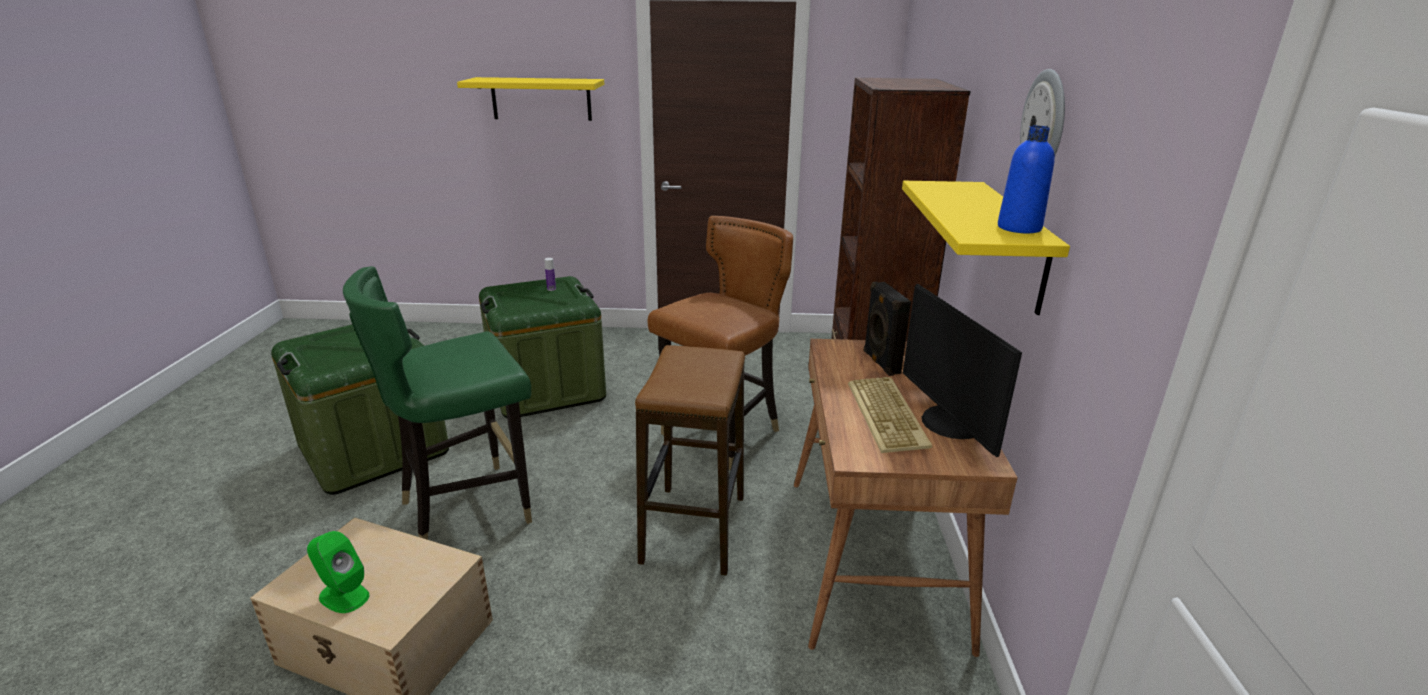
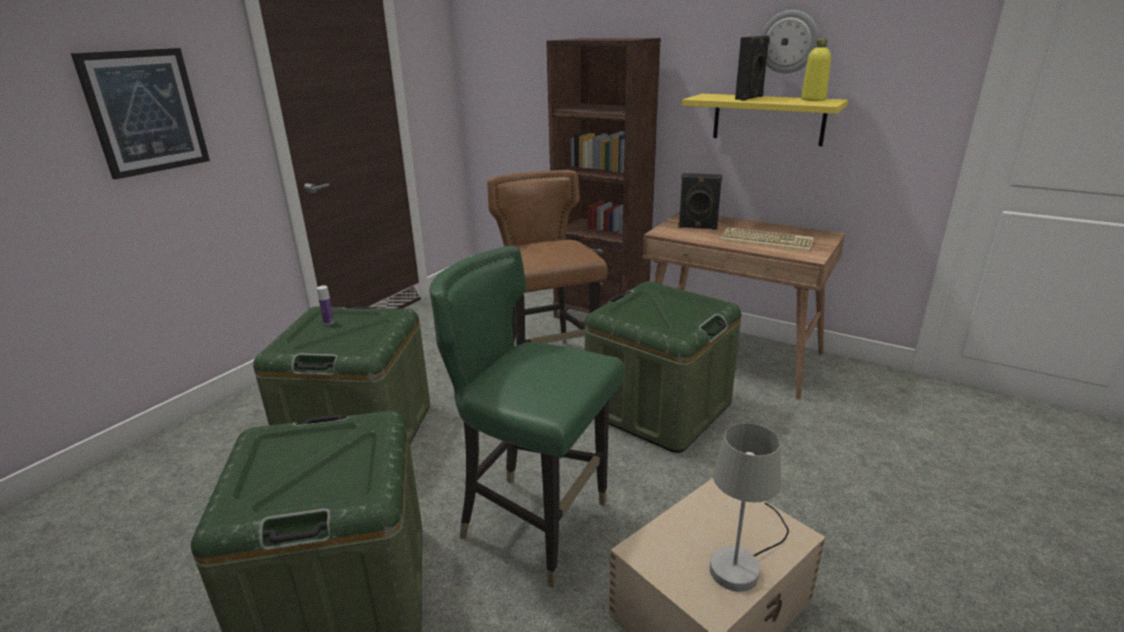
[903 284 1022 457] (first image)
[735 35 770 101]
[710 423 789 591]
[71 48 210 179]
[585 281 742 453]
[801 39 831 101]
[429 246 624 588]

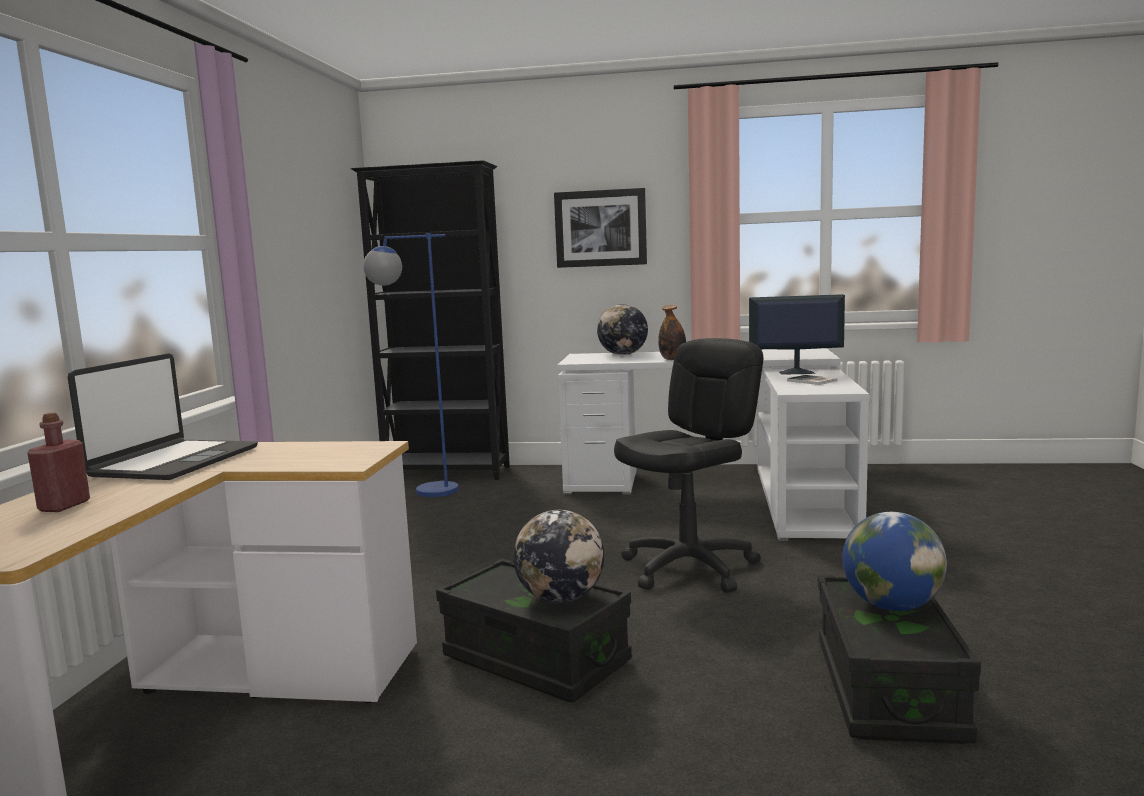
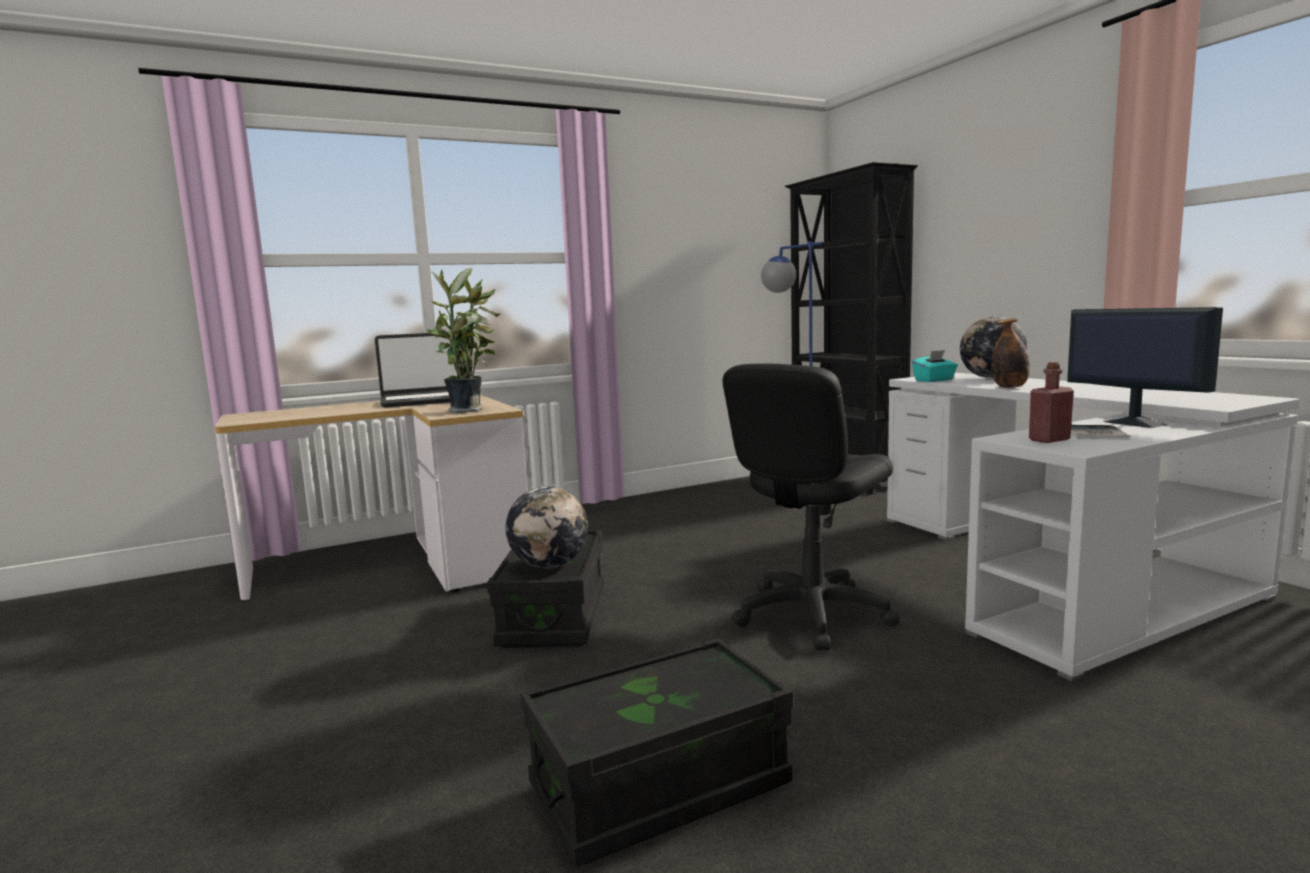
[554 188 647 268] (first image)
[842 512 947 611] (first image)
[426 268 500 413]
[912 350 958 382]
[1029 362 1074 443]
[723 363 900 650]

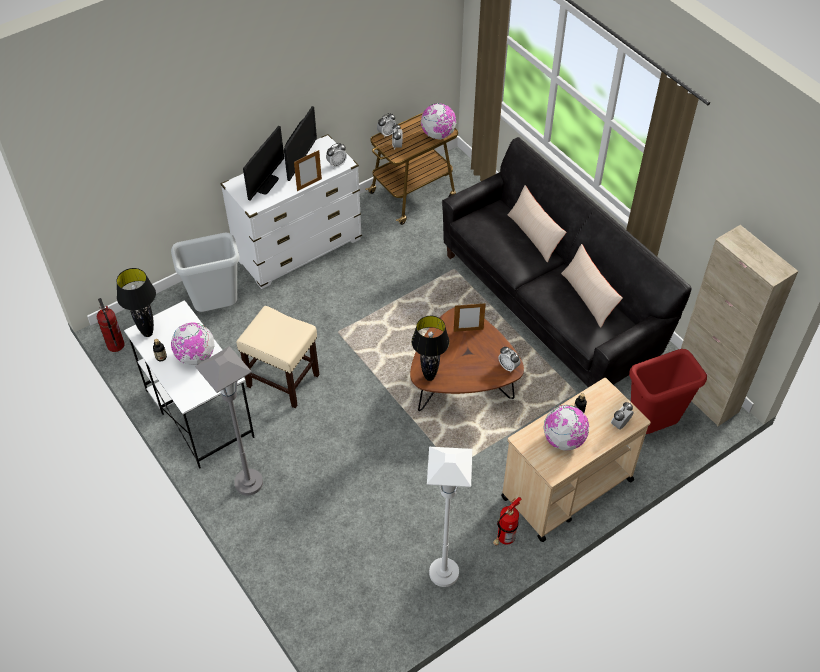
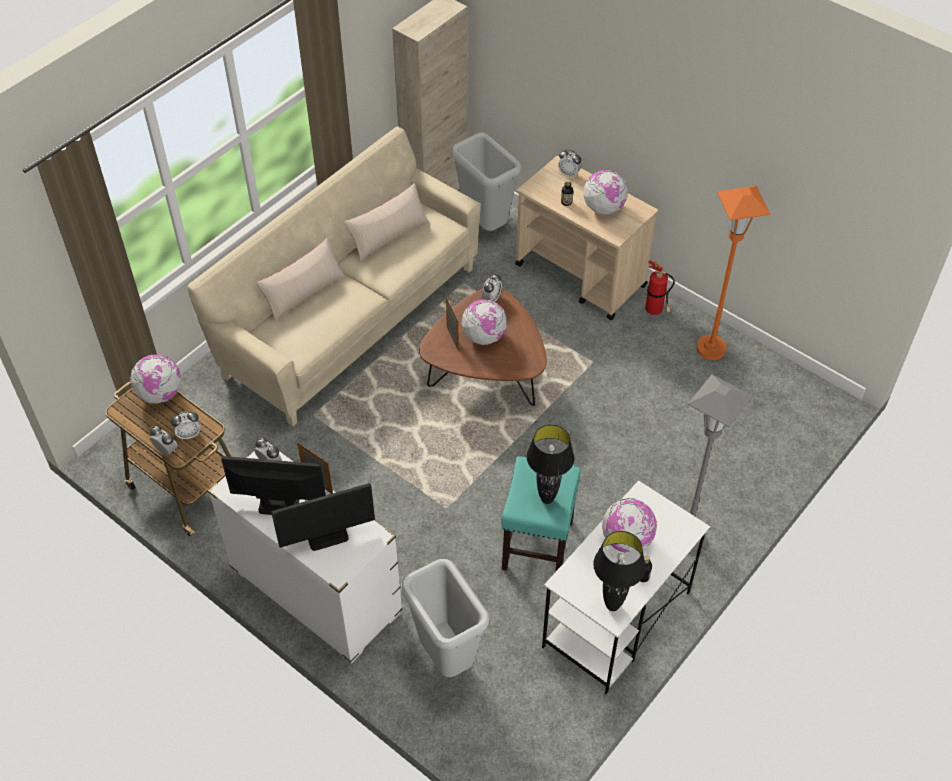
[97 298 125 352] (first image)
[461 299 506 345]
[527 425 574 504]
[501 456 581 572]
[696 186 770 360]
[188 127 481 426]
[451 132 521 231]
[271 483 375 551]

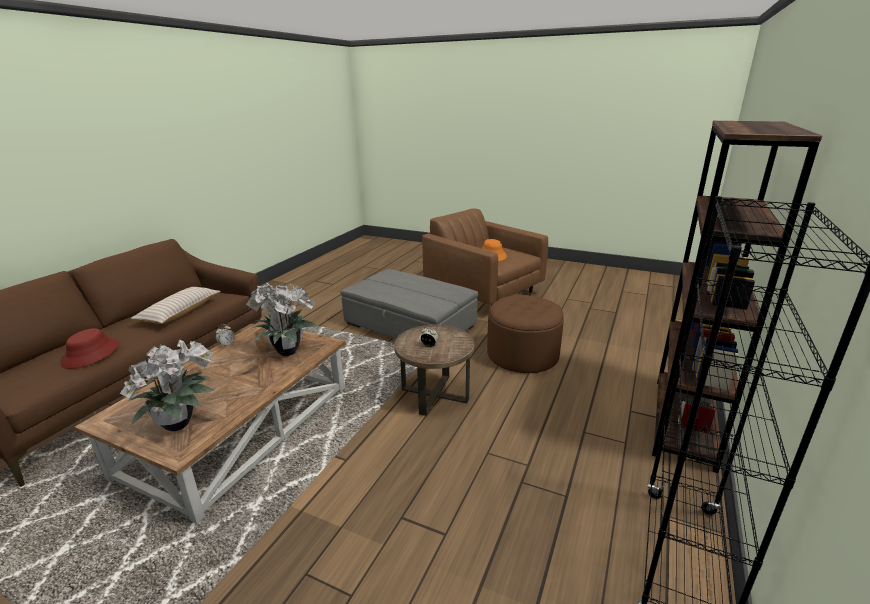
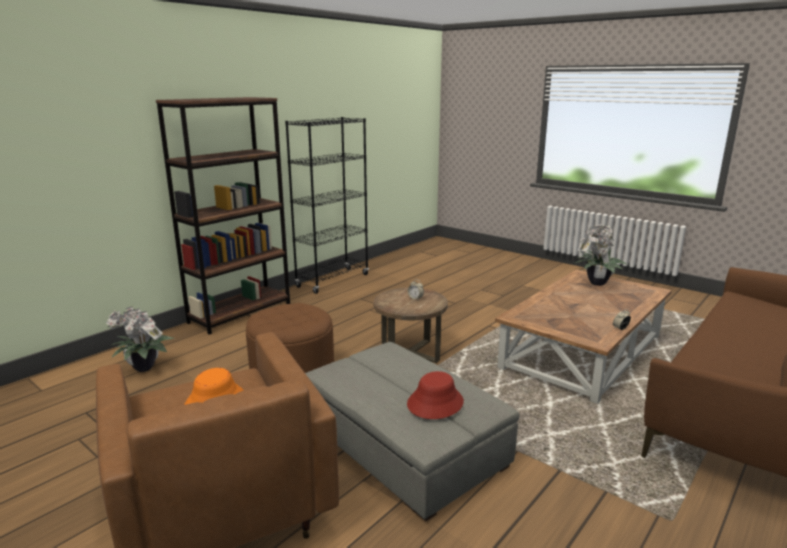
[130 287 221 324] (first image)
[407 371 464 419]
[106 306 173 372]

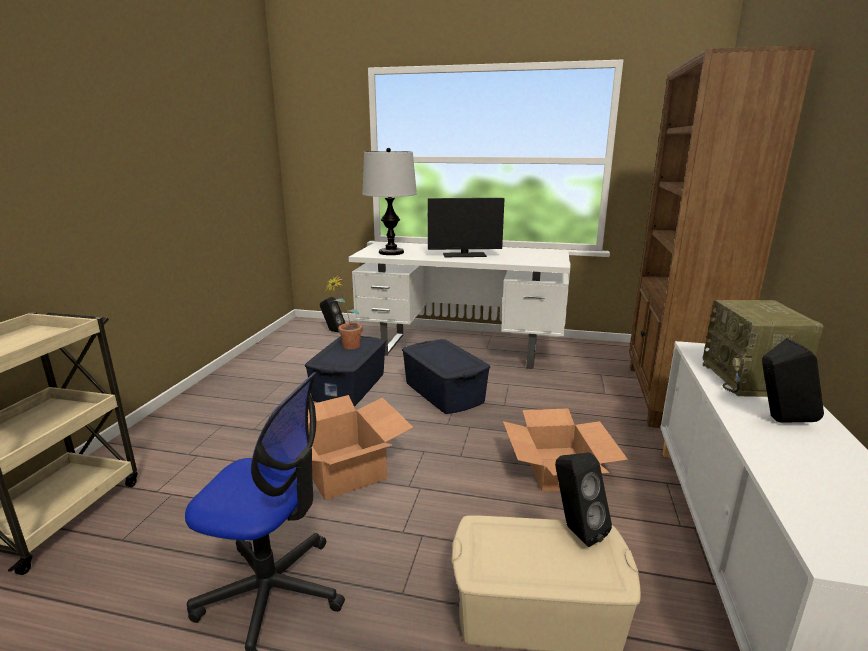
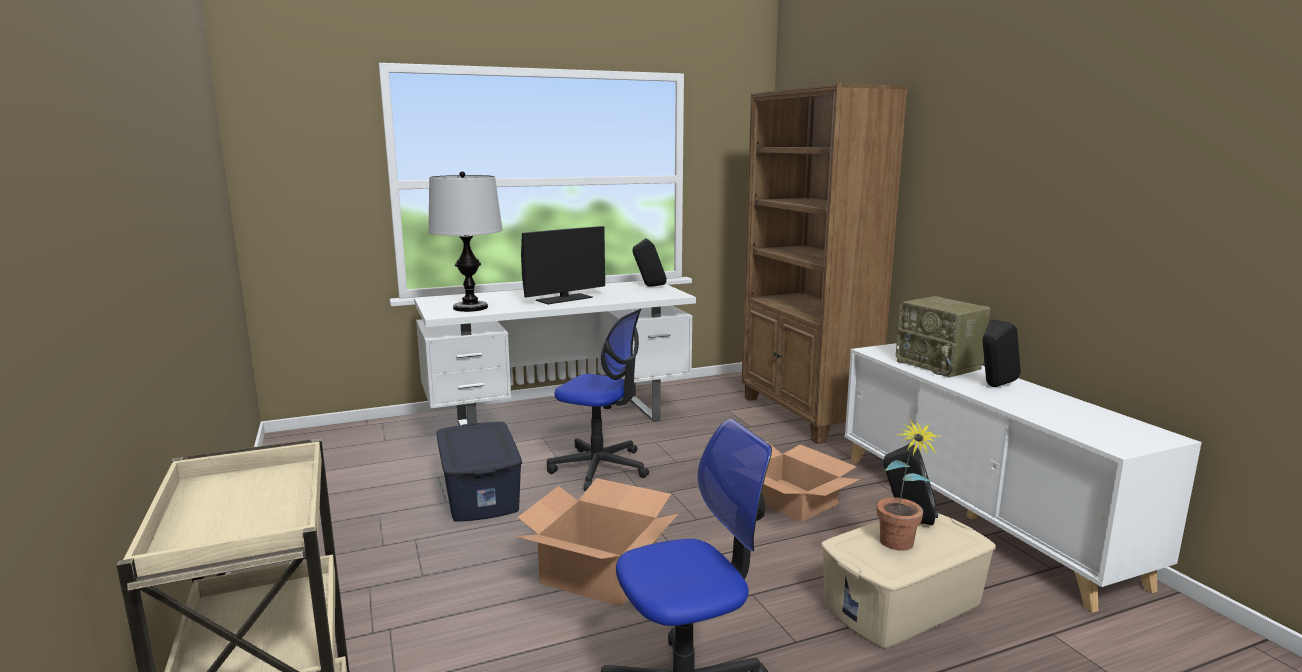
[632 238 667 287]
[877 419 940 551]
[547 309 649 491]

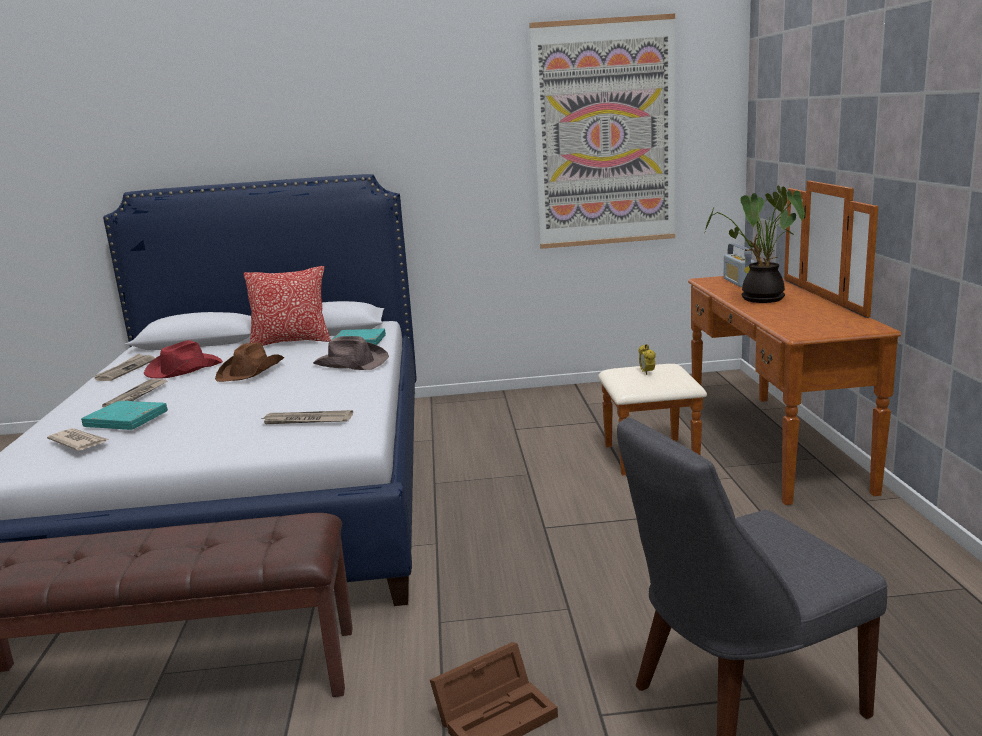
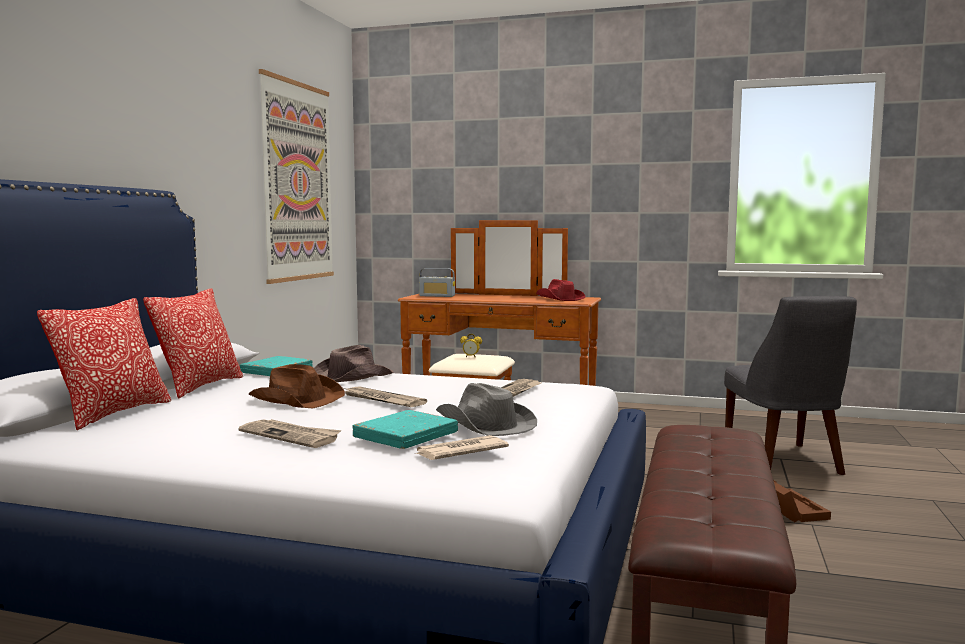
[705 185 805 303] (first image)
[37 298 171 430]
[436 383 537 436]
[344 386 427 407]
[536 279 585 301]

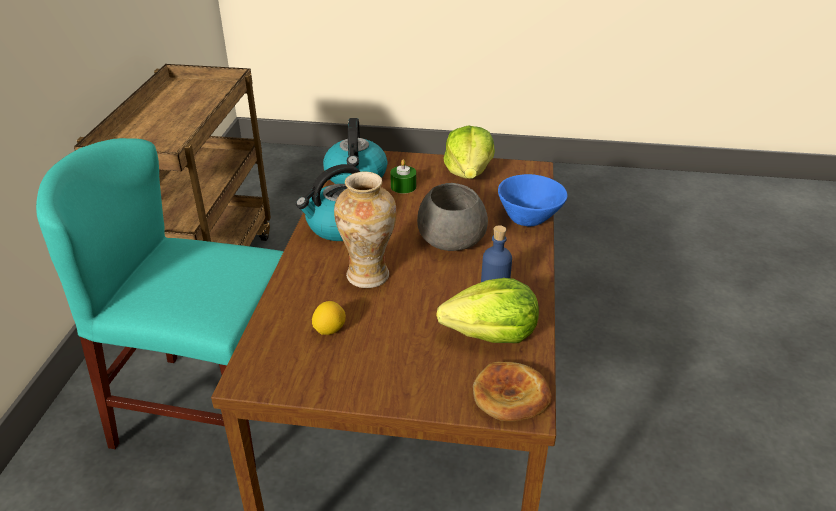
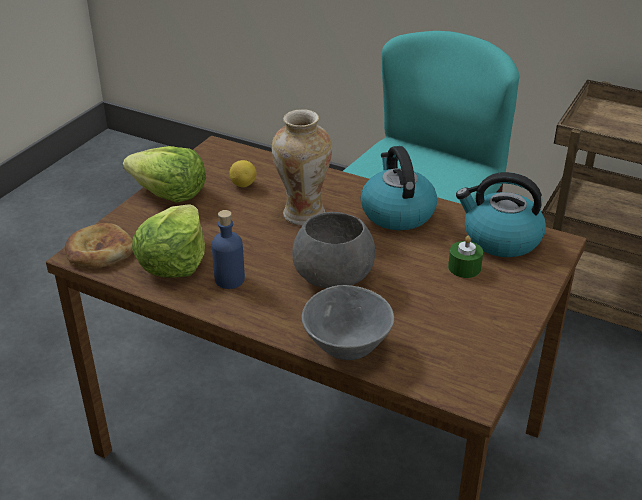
[123 146 206 203]
[302 285 394 360]

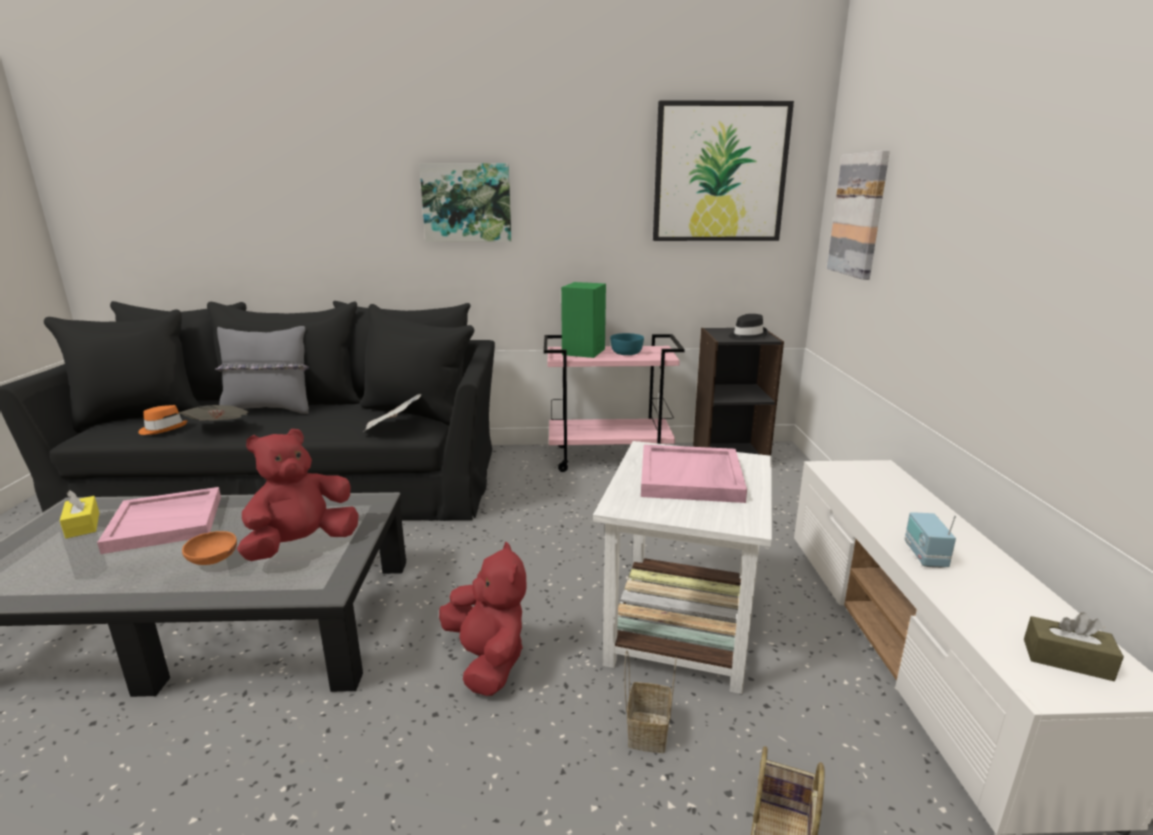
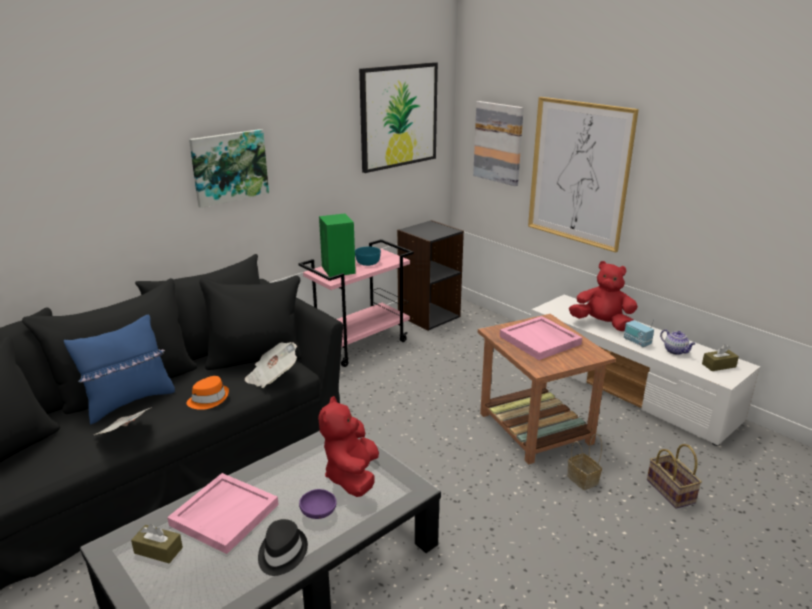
[528 97 639 253]
[660 329 695 355]
[187 376 229 410]
[569 261 638 331]
[258 519 308 576]
[131 524 183 563]
[299 489 336 519]
[64 315 175 425]
[478 314 616 464]

